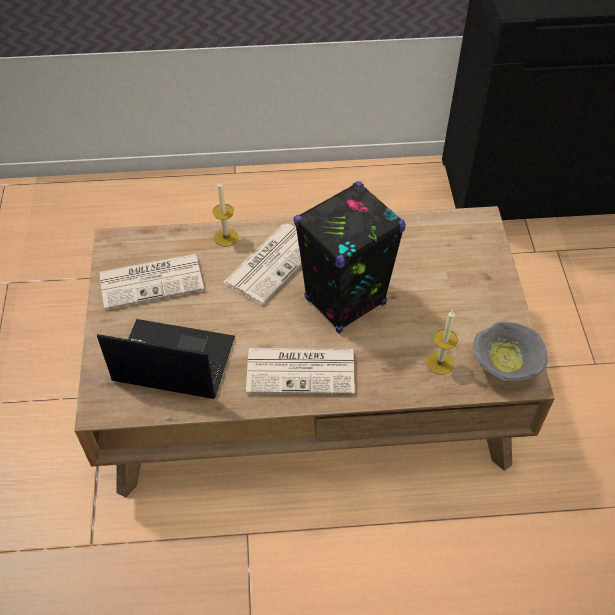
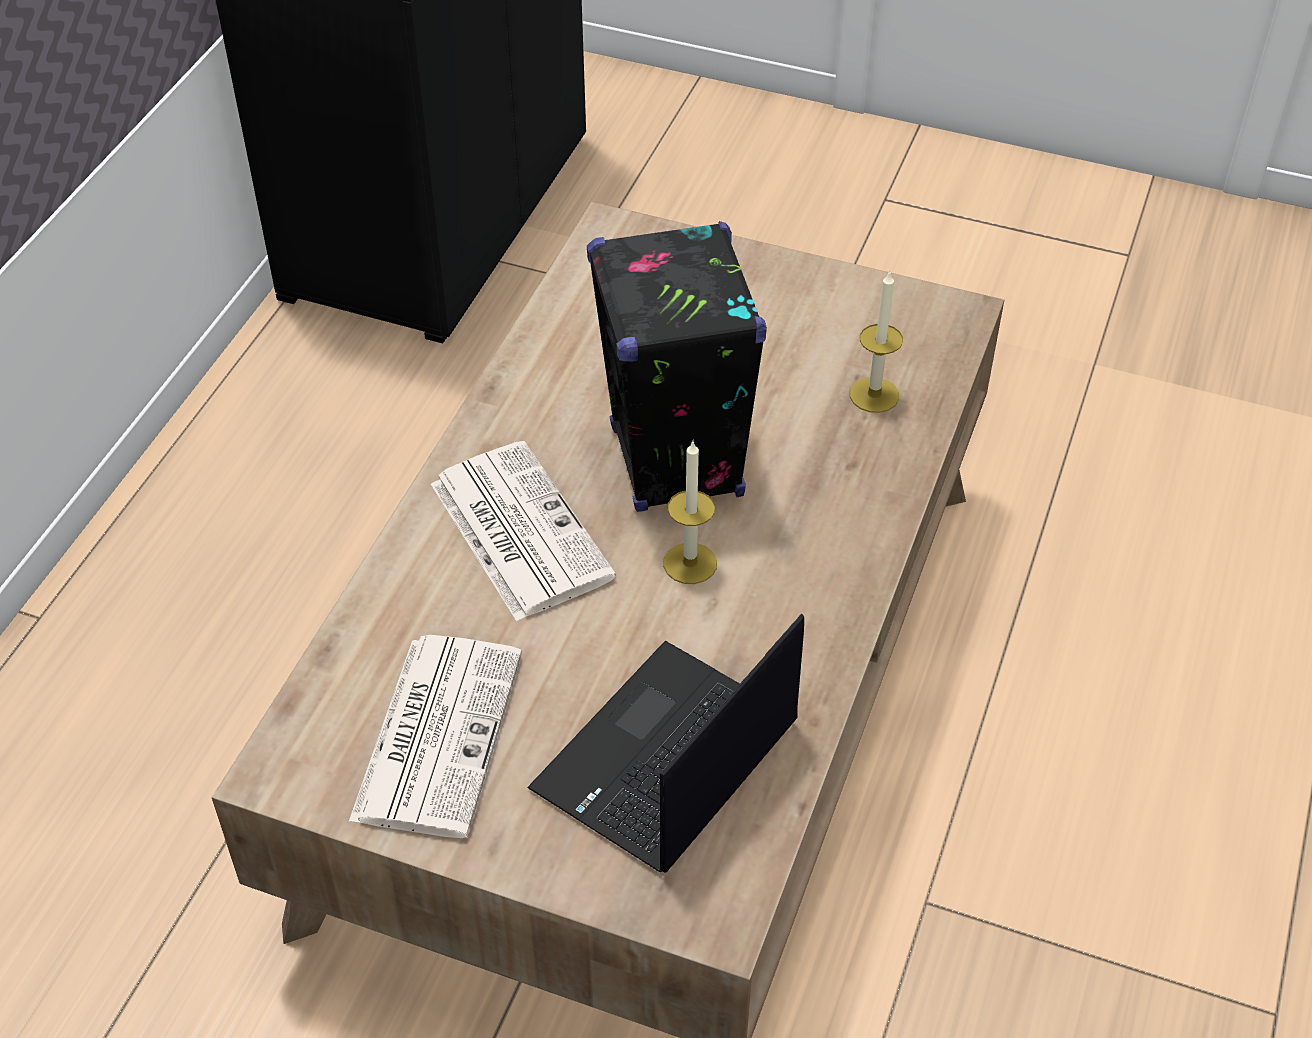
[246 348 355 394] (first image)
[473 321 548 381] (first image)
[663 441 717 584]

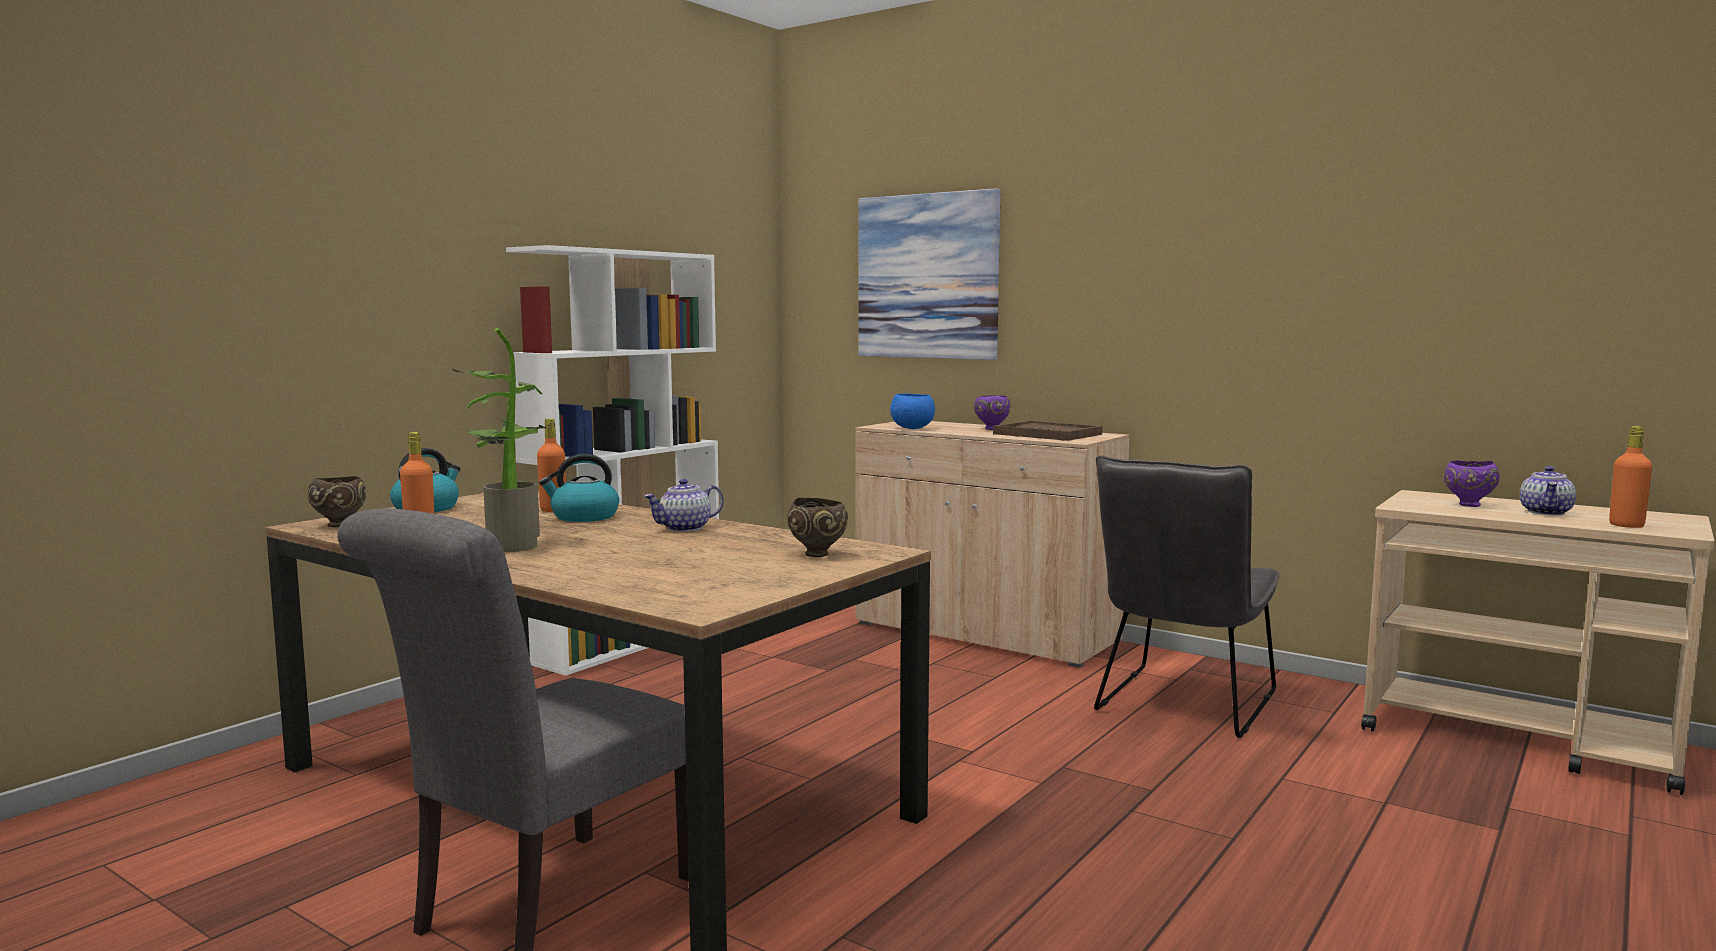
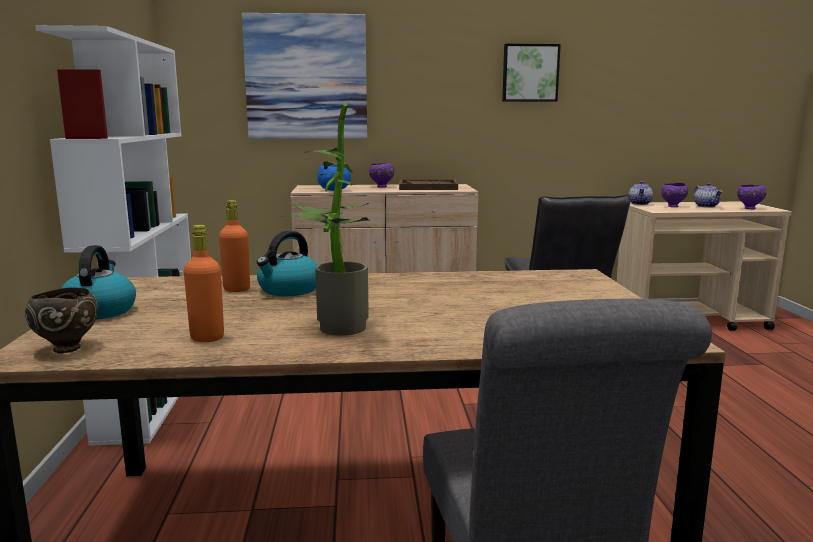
[787 498 848 557] (first image)
[502 44 561 102]
[628 181 653 205]
[737 185 766 209]

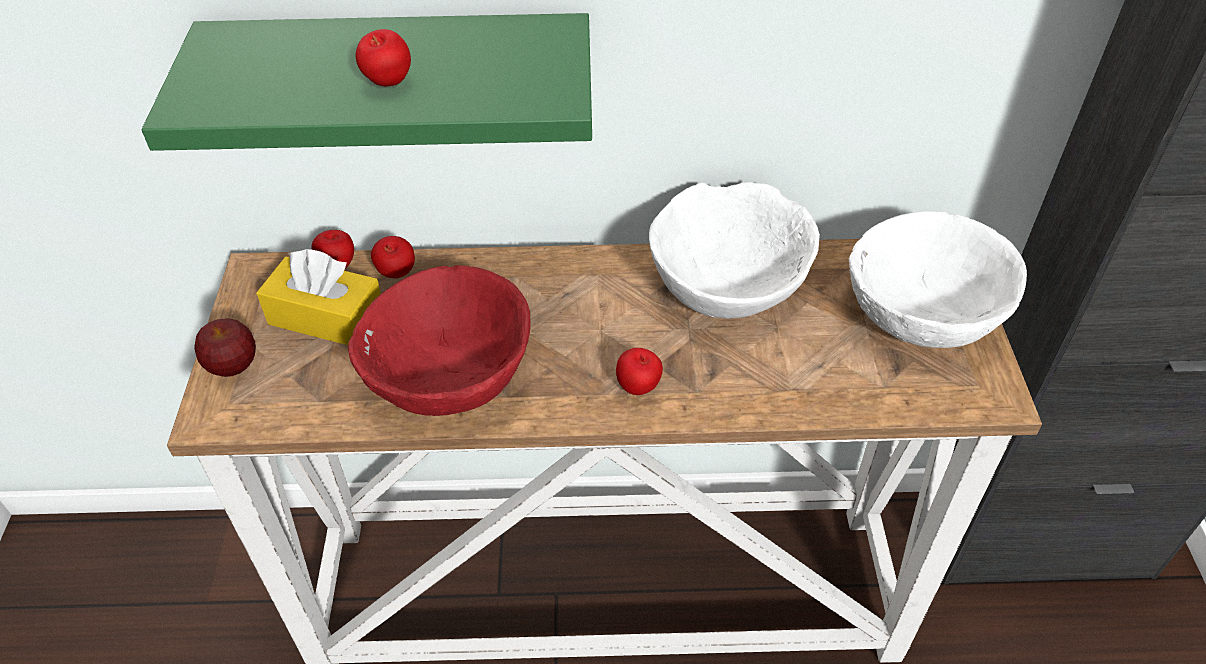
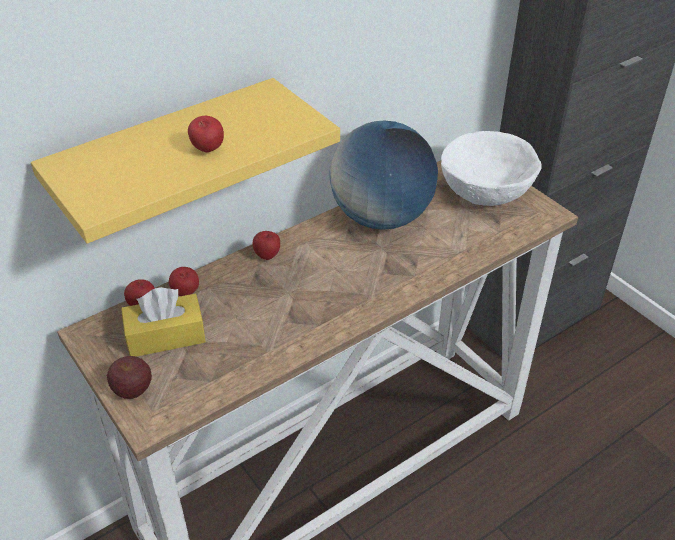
[348 265 531 416] (first image)
[253 231 280 260]
[329 120 438 230]
[31 78 340 244]

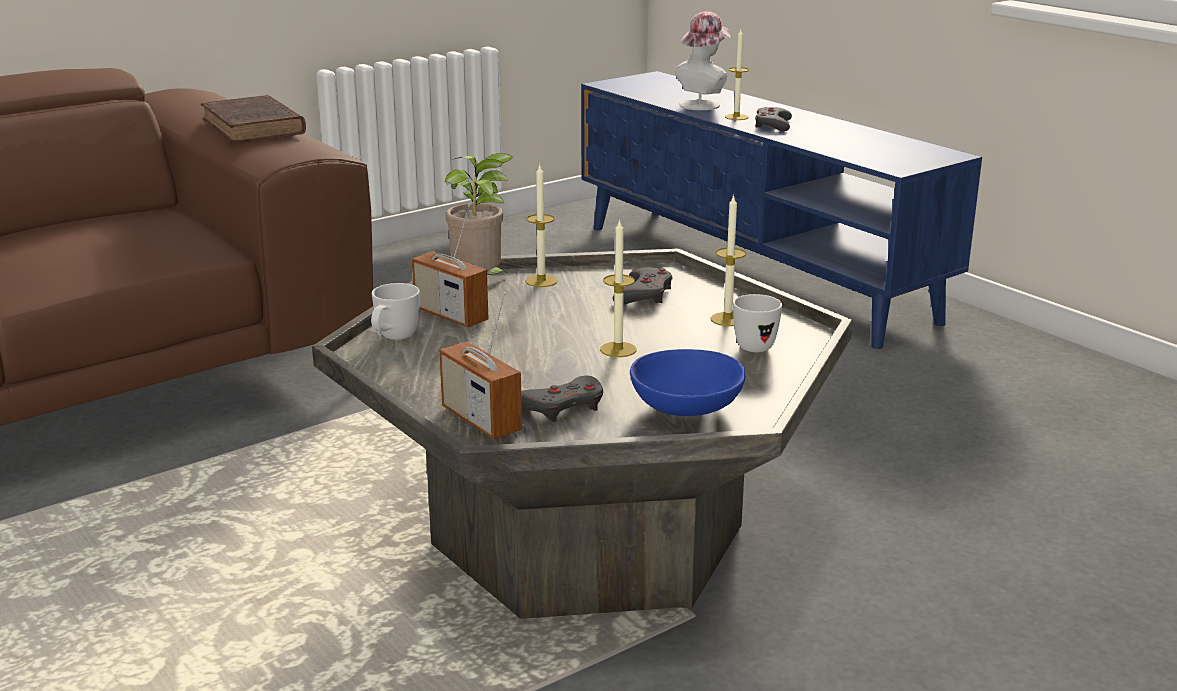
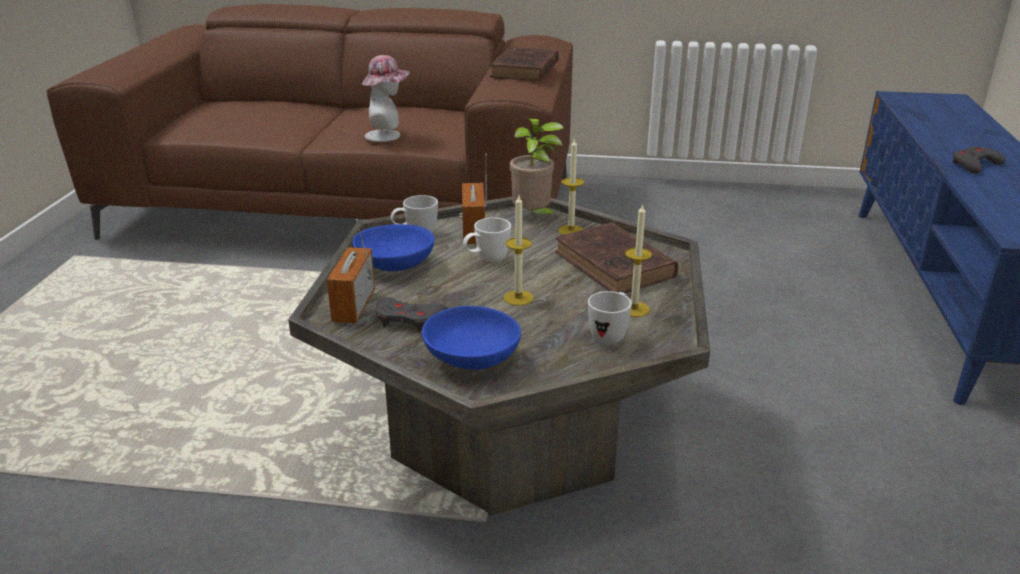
[725 29 749 120] (first image)
[353 224 435 271]
[463 218 511 262]
[362 55 409 142]
[555 222 679 293]

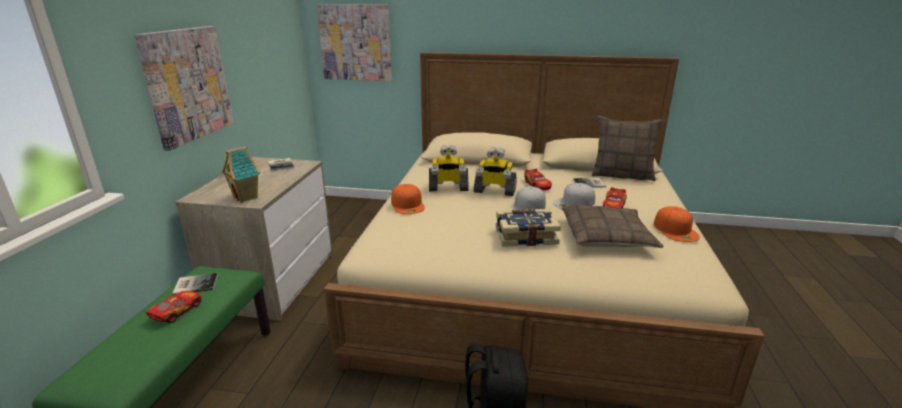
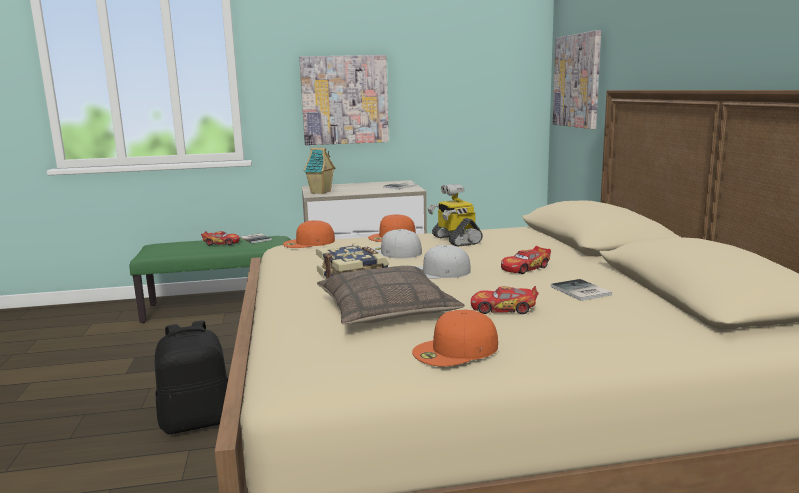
[474 147 517 196] (first image)
[591 116 663 181] (first image)
[283 220 335 248]
[372 229 422 259]

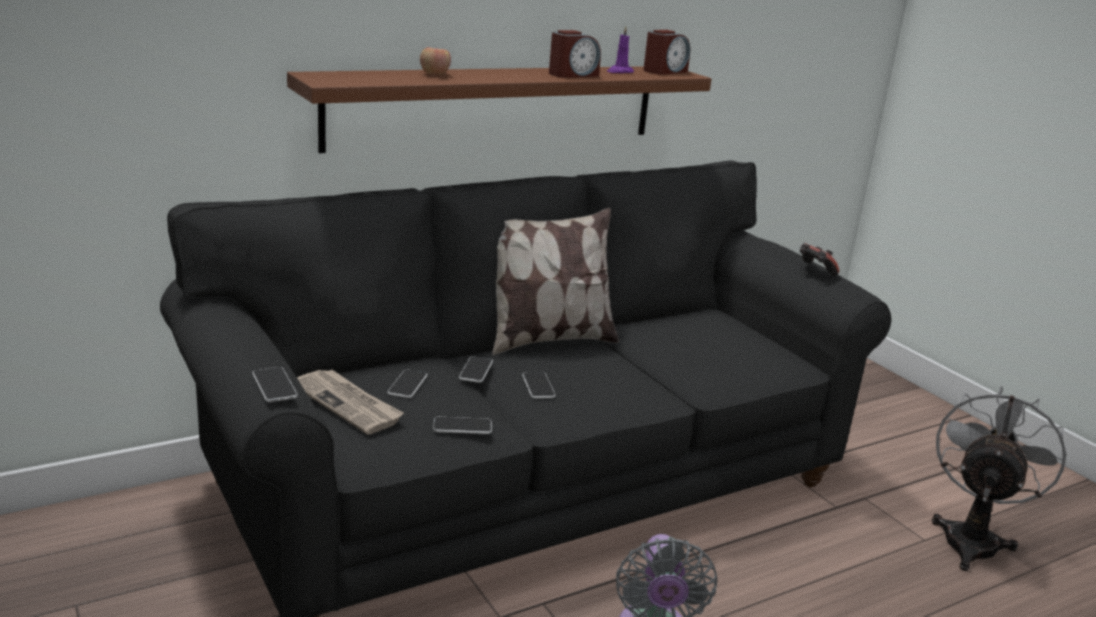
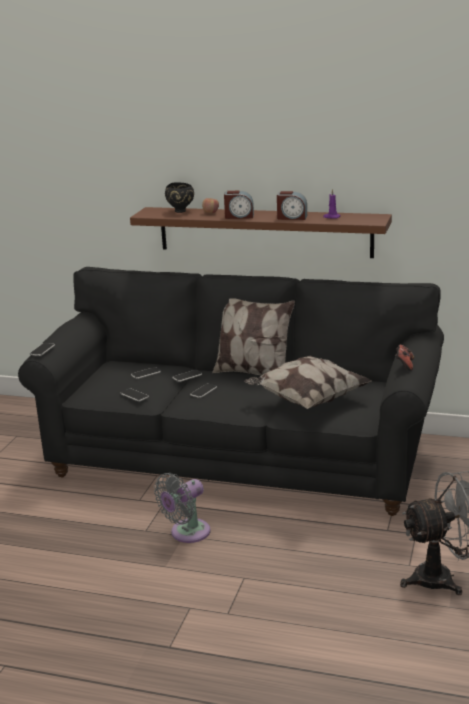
[297 370 404 435] (first image)
[165 182 194 213]
[244 355 371 409]
[224 191 254 219]

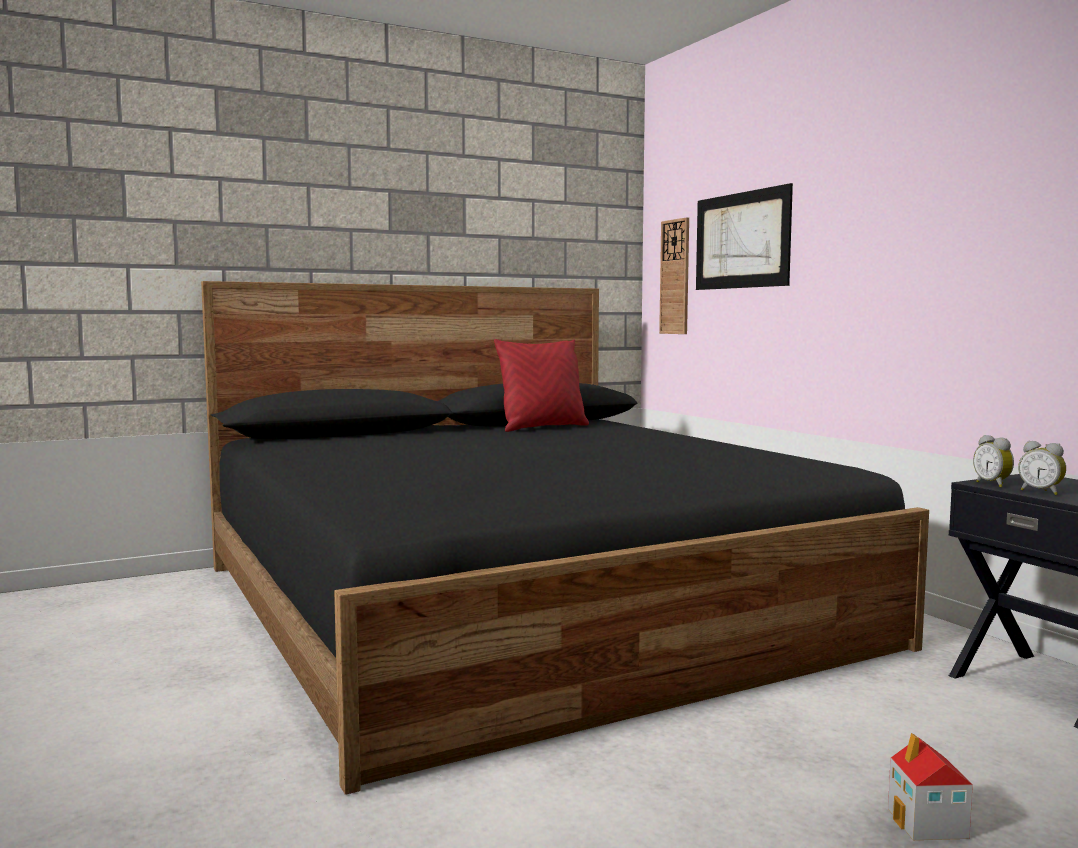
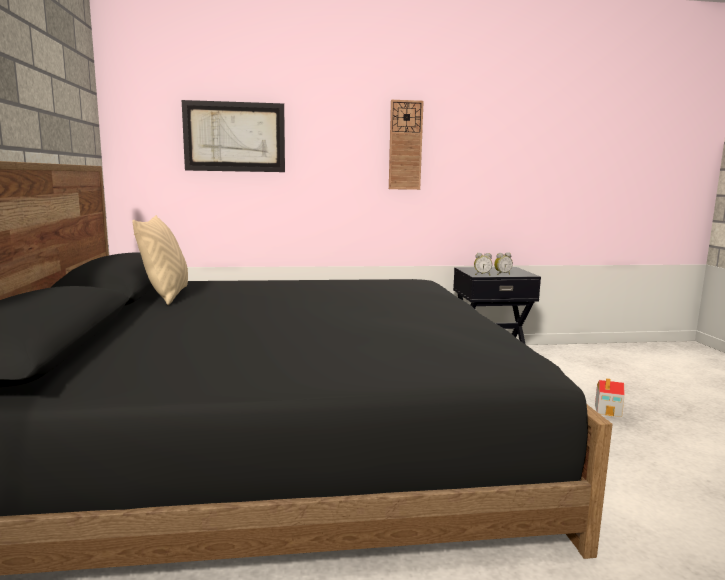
[389 100 424 190]
[132 215 188 305]

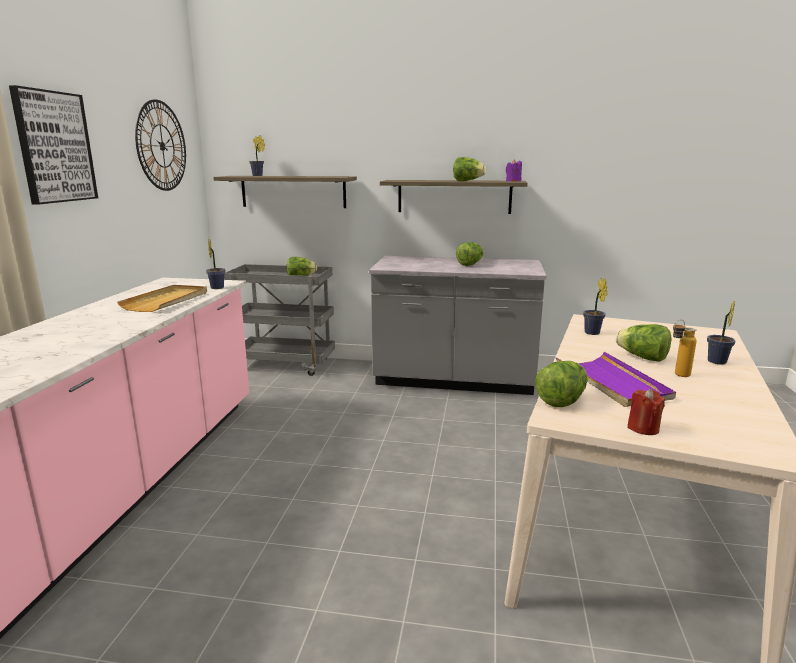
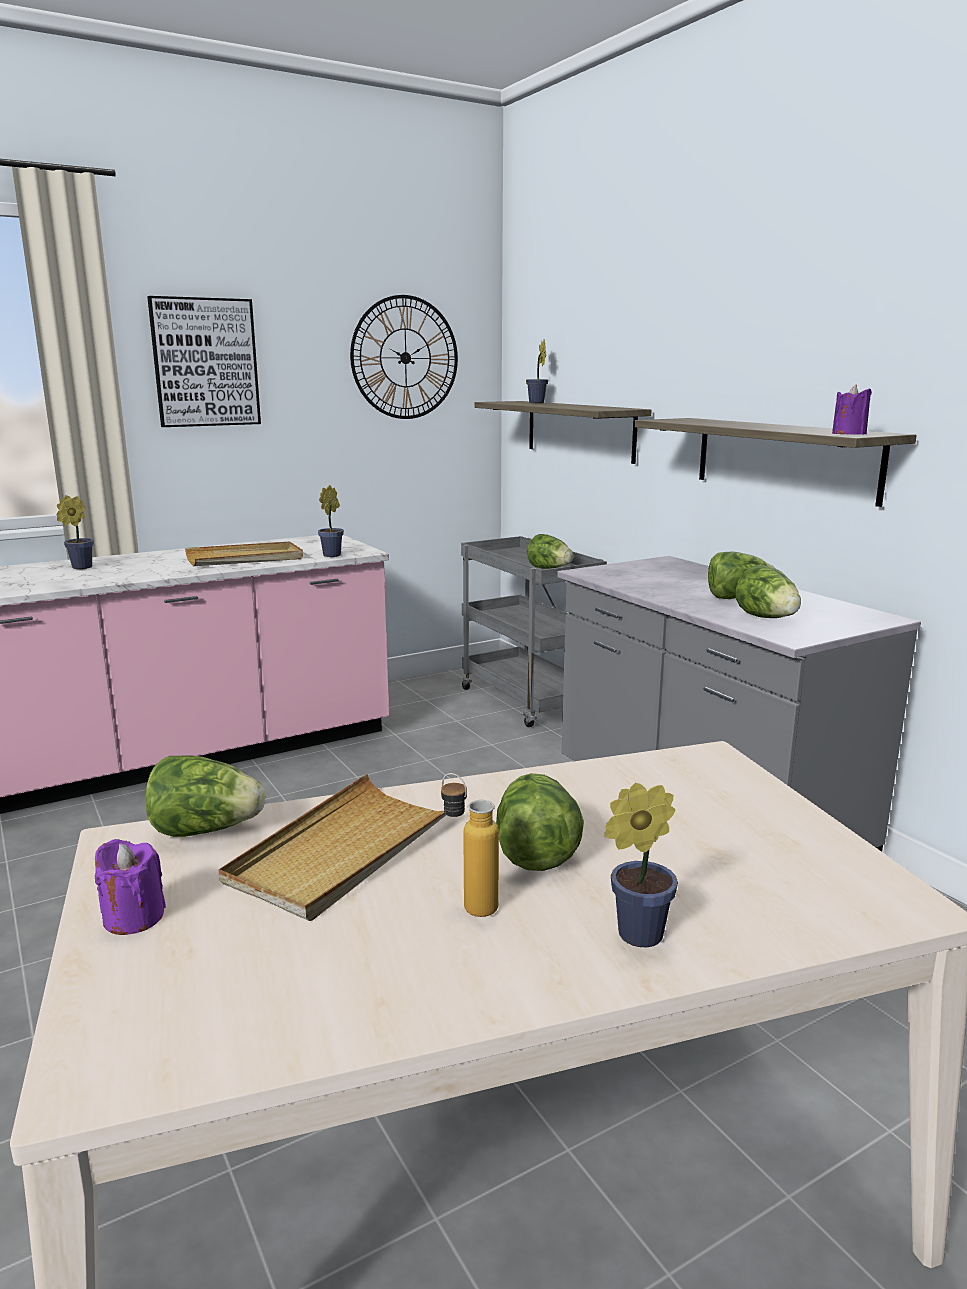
[736 565 801 618]
[57 495 94 569]
[218 774 446 921]
[95 839 166 935]

